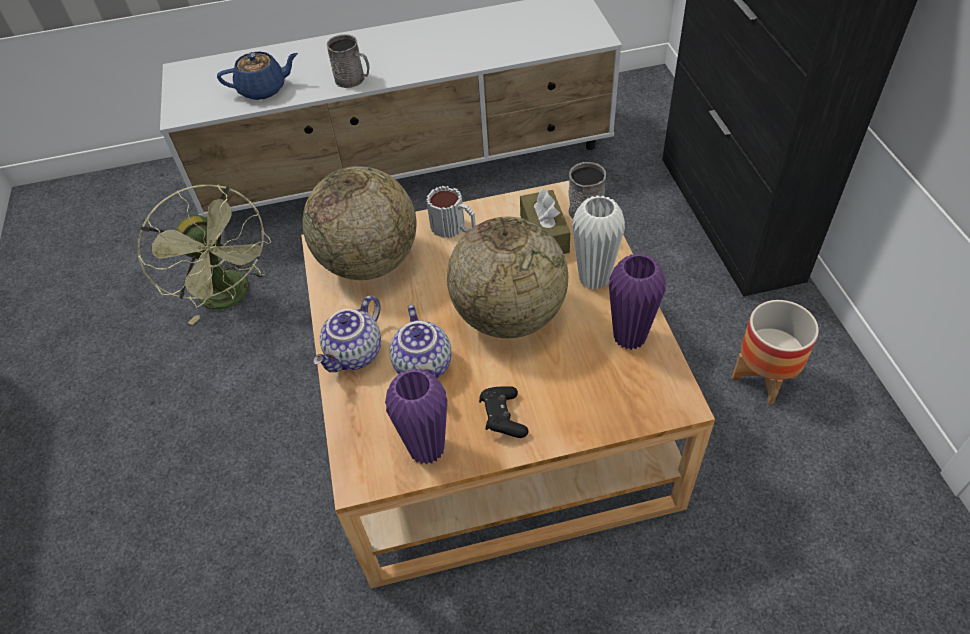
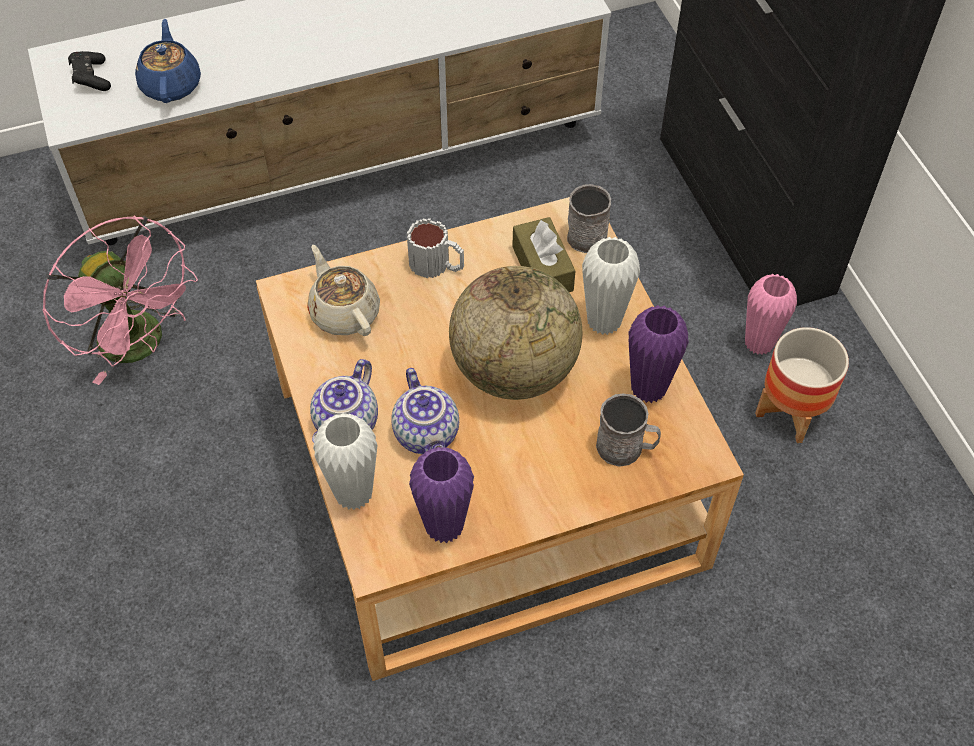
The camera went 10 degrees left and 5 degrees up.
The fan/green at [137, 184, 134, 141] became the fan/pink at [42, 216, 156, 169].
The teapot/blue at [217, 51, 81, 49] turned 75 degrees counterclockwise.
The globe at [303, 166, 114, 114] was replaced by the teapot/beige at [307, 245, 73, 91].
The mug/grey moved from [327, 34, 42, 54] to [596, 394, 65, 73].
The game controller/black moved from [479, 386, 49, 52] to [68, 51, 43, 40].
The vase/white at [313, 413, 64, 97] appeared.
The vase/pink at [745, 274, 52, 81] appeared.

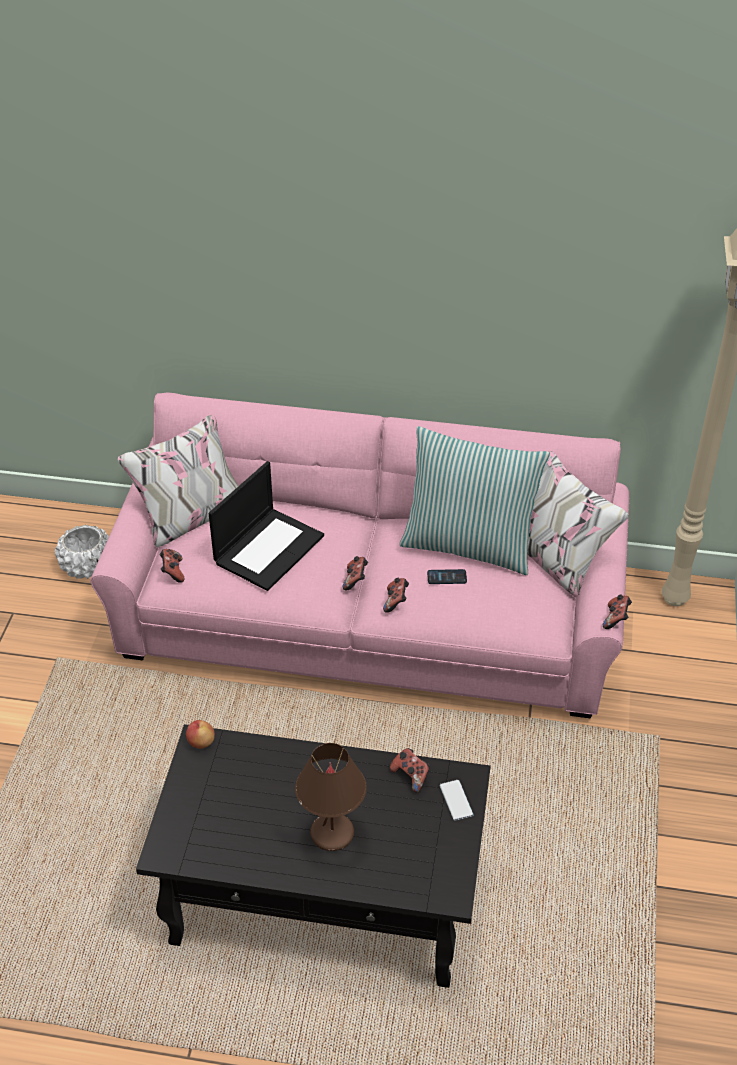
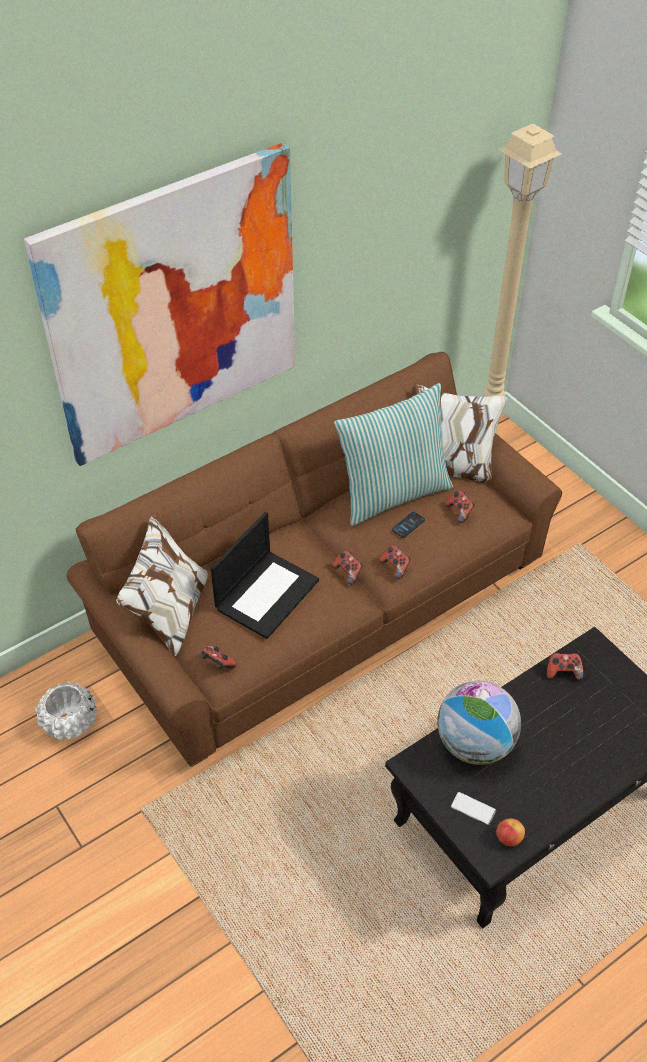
The camera went 45 degrees left and 5 degrees up.
The sofa/pink at [90, 392, 540, 326] became the sofa/brown at [67, 352, 495, 415].
The apple moved from [186, 720, 29, 29] to [496, 818, 29, 29].
The laptop at [209, 461, 115, 130] turned 45 degrees clockwise.
The table lamp/brown at [295, 743, 72, 108] disappeared.
The phone moved from [440, 780, 34, 41] to [451, 792, 45, 33].
The game controller moved from [603, 594, 29, 35] to [445, 490, 30, 33].
The picture at [24, 142, 271, 324] appeared.
The globe at [437, 681, 84, 84] appeared.

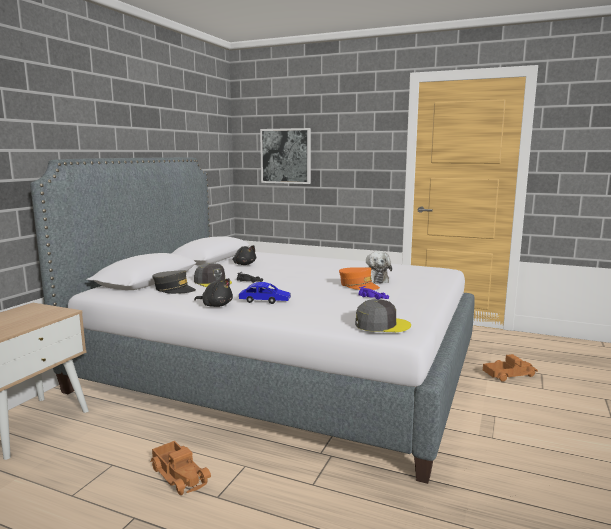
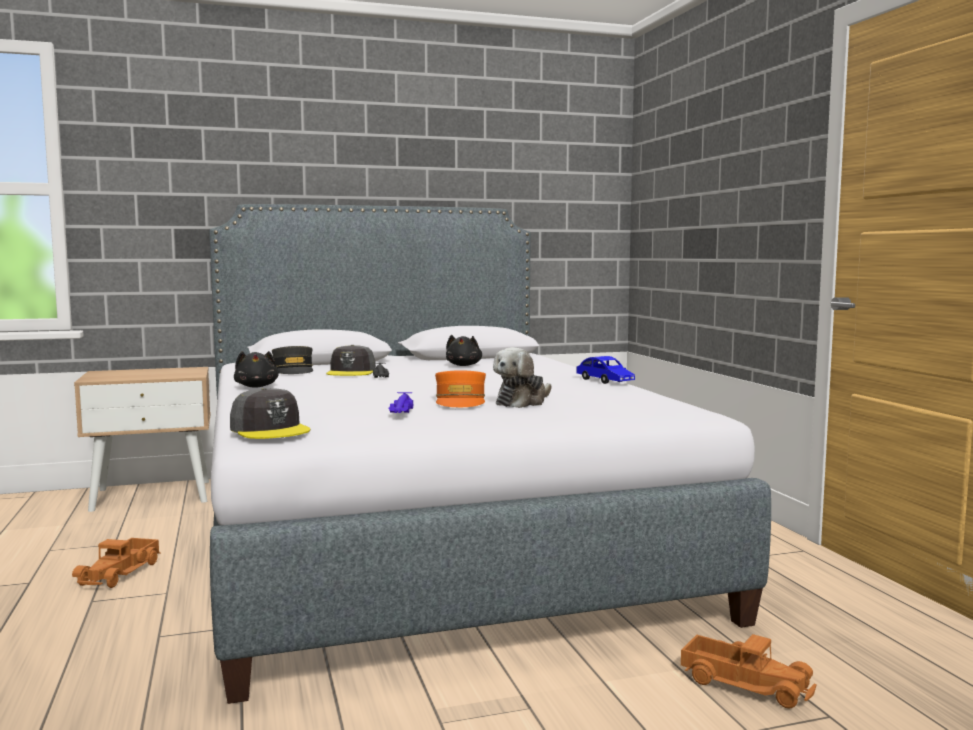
The camera went 50 degrees right and 5 degrees down.
The toy car/blue moved from [239, 282, 52, 22] to [576, 356, 59, 28].
The picture at [260, 128, 51, 56] disappeared.

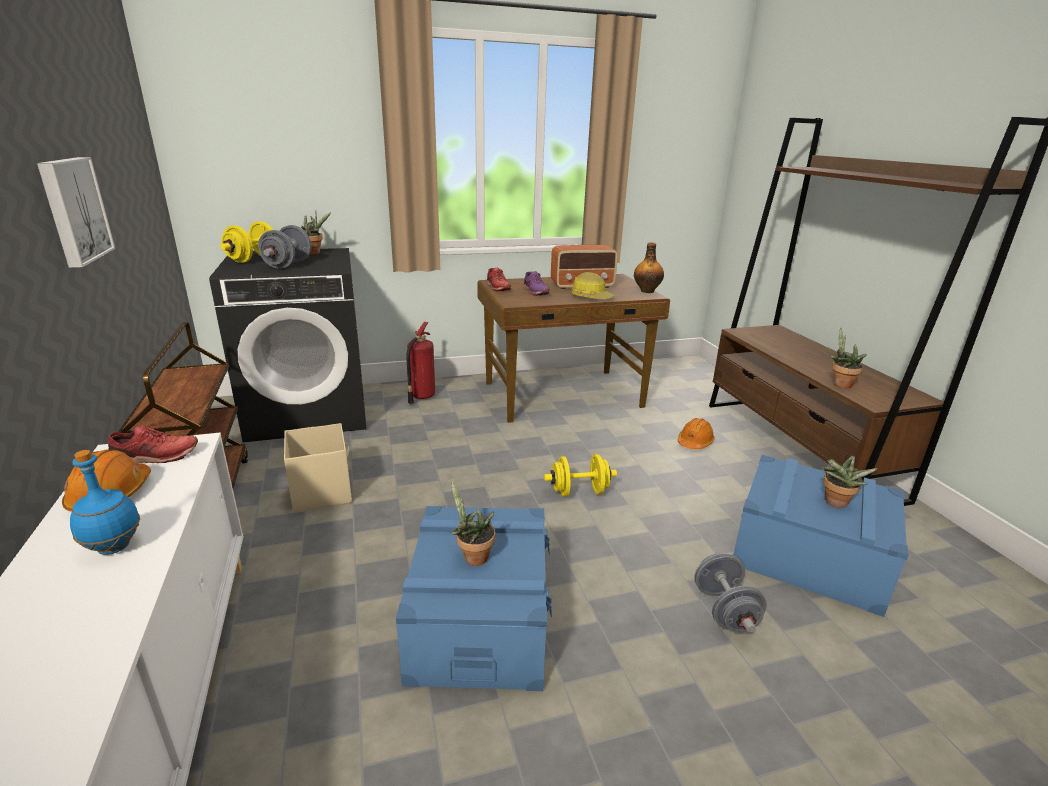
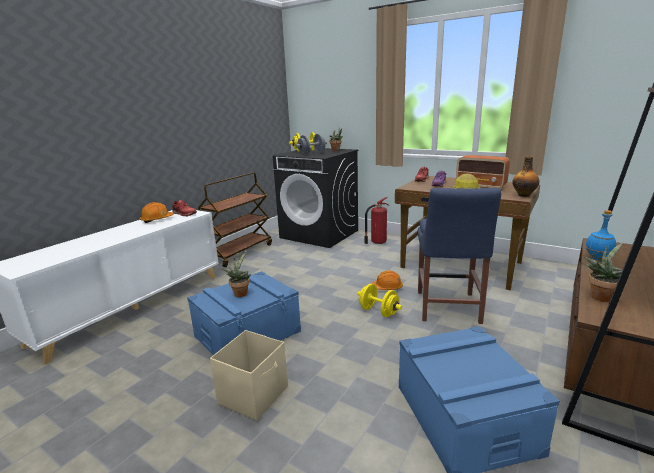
The camera went 50 degrees right and 5 degrees down.
The picture at [37, 157, 78, 111] disappeared.
The bottle/blue moved from [70, 450, 70, 105] to [585, 210, 31, 51].
The storage box/beige moved from [284, 423, 68, 90] to [210, 330, 78, 91].
The hard hat/orange moved from [677, 418, 38, 31] to [372, 271, 31, 19].
The dumbbell/grey at [694, 553, 73, 80] disappeared.
The potted plant at [823, 456, 55, 52] disappeared.
The chair/blue at [418, 188, 83, 136] appeared.

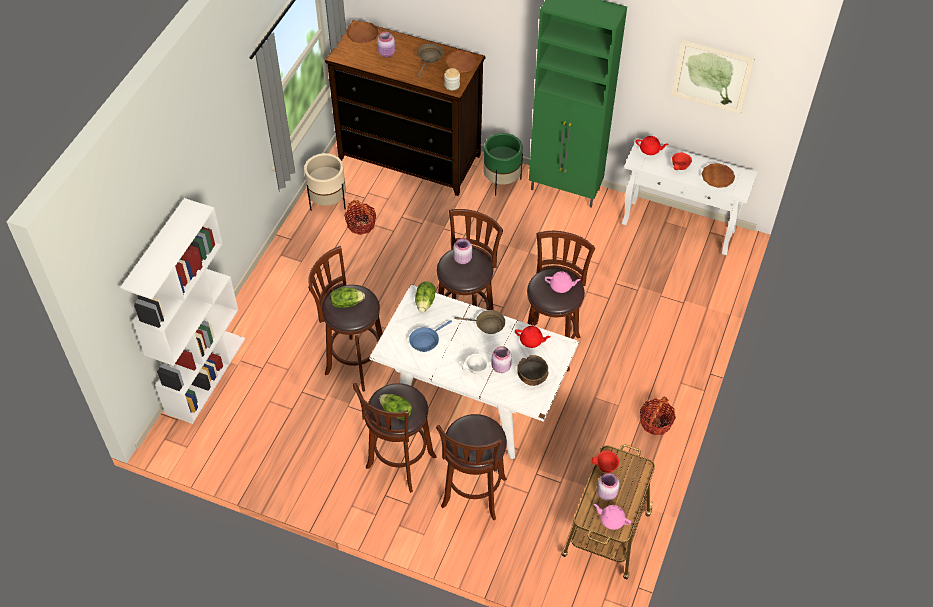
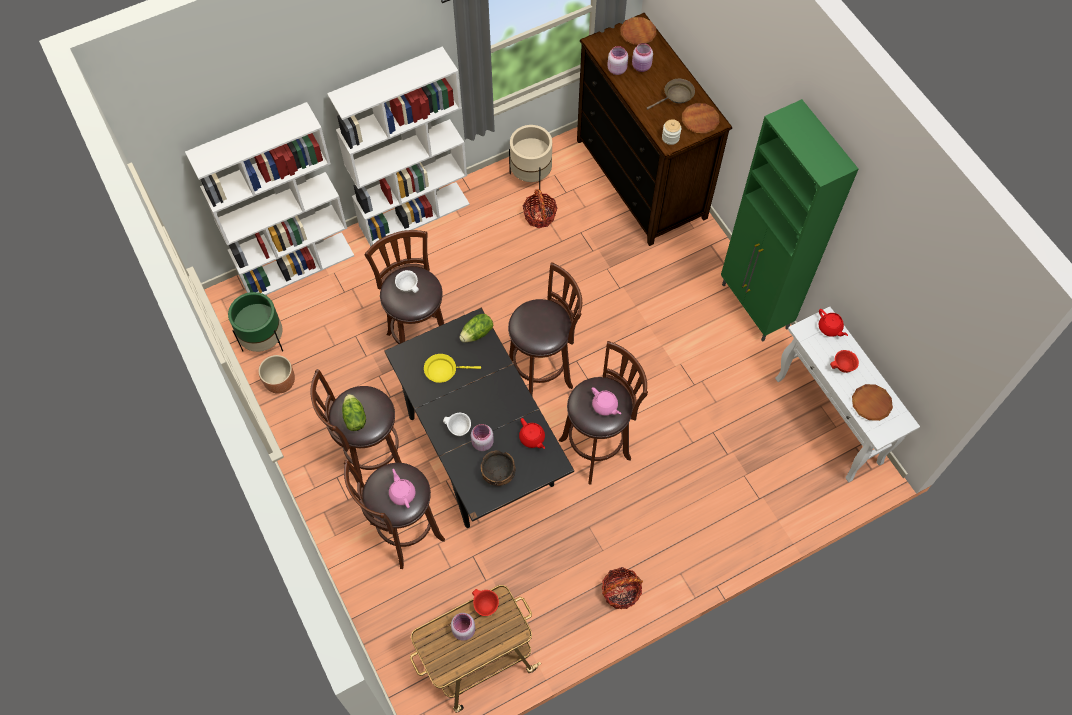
The camera went 40 degrees right and 10 degrees up.
The lettuce at [330, 287, 35, 21] was replaced by the bowl/white at [395, 270, 24, 23].
The dining table/white at [369, 284, 210, 175] became the dining table/black at [384, 308, 190, 220].
The frying pan/blue at [409, 320, 43, 32] became the frying pan/yellow at [424, 354, 57, 29].
The jar/pink moved from [453, 238, 19, 26] to [607, 46, 21, 29].
The frying pan/brown at [454, 310, 51, 24] disappeared.
The planter/green moved from [483, 133, 40, 63] to [228, 292, 55, 60].
The teapot/pink moved from [594, 504, 37, 26] to [389, 469, 26, 39].
The picture at [671, 40, 84, 74] disappeared.
The planter/brown at [258, 355, 37, 39] appeared.
The bookcase/white at [327, 46, 143, 200] appeared.

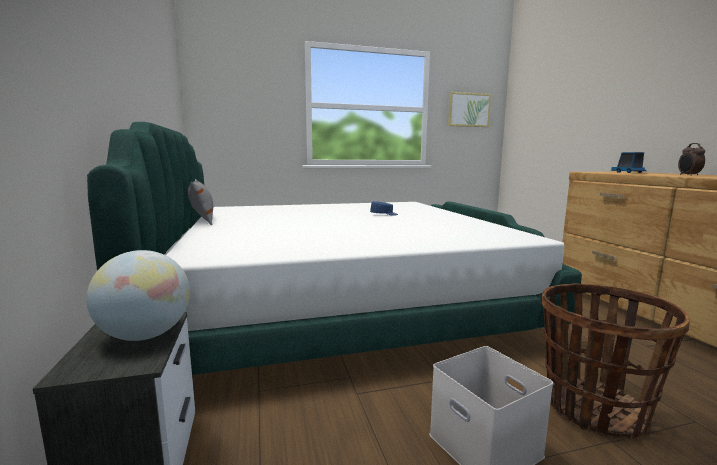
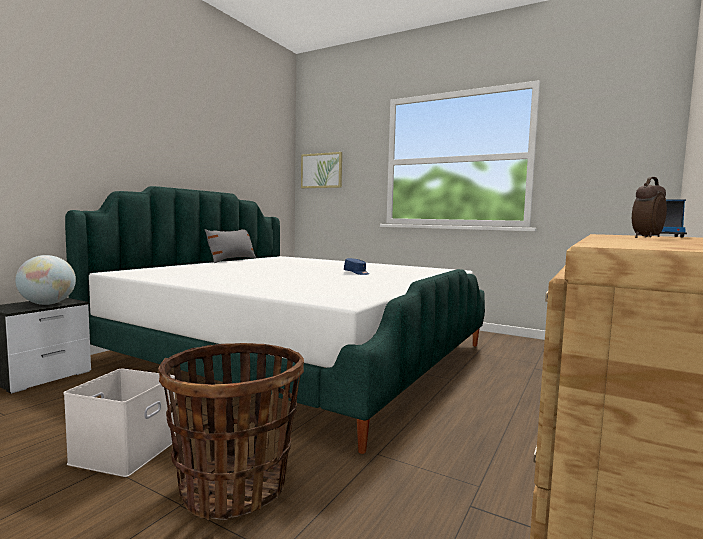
The camera went 45 degrees right and 5 degrees down.
The picture moved from [448, 92, 43, 35] to [301, 152, 41, 36].

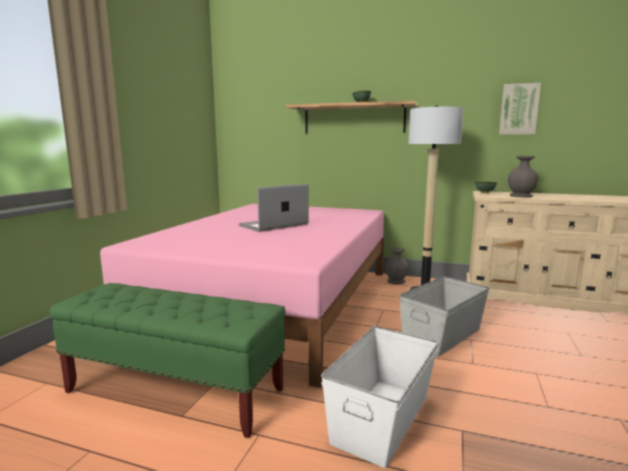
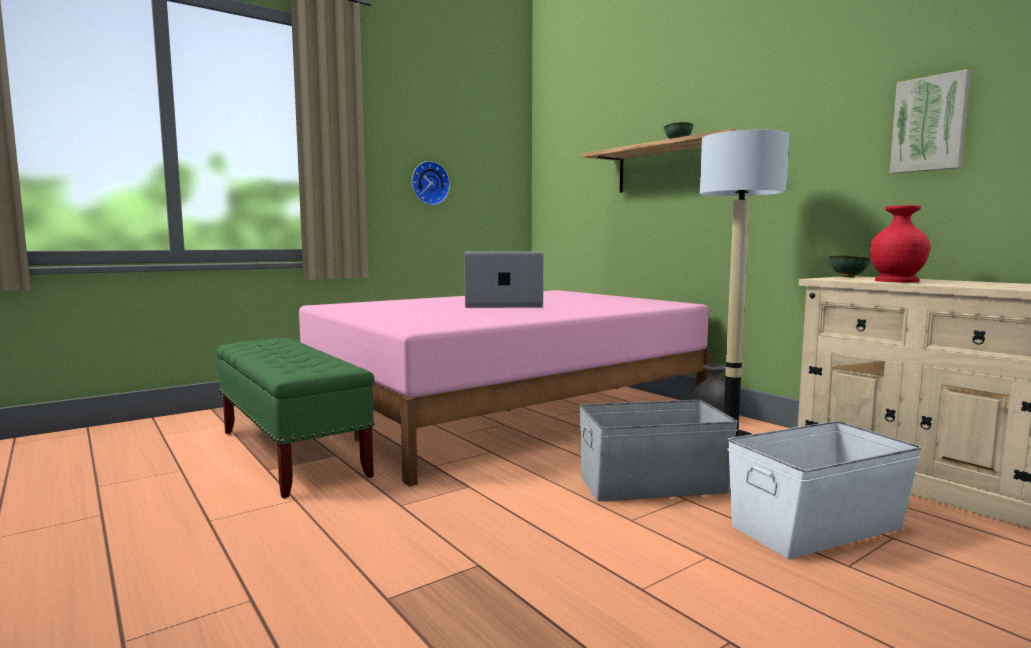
The camera went 35 degrees right and 5 degrees down.
The storage box/white moved from [321, 326, 118, 142] to [727, 421, 195, 138].
The vase/grey at [508, 156, 31, 42] became the vase/red at [870, 205, 60, 78].
The wall clock at [412, 161, 38, 44] appeared.

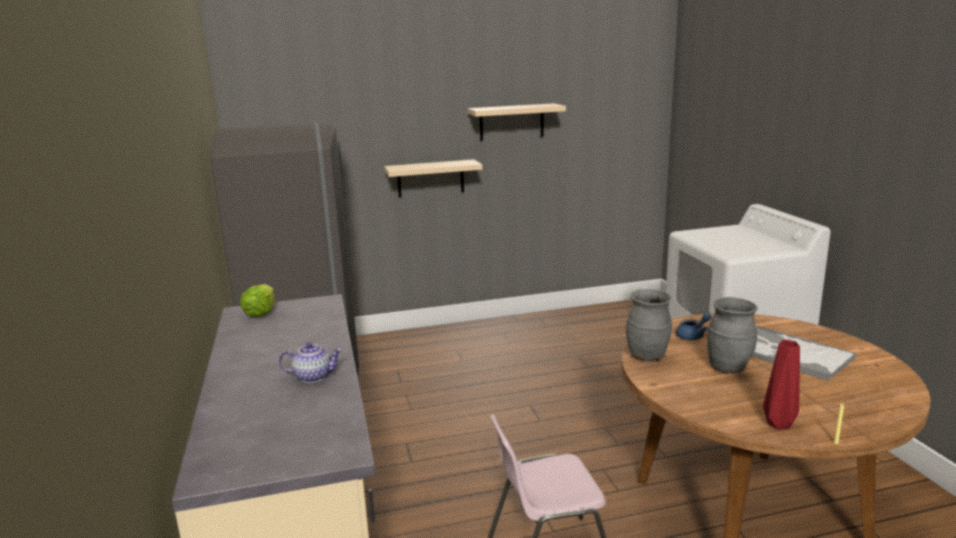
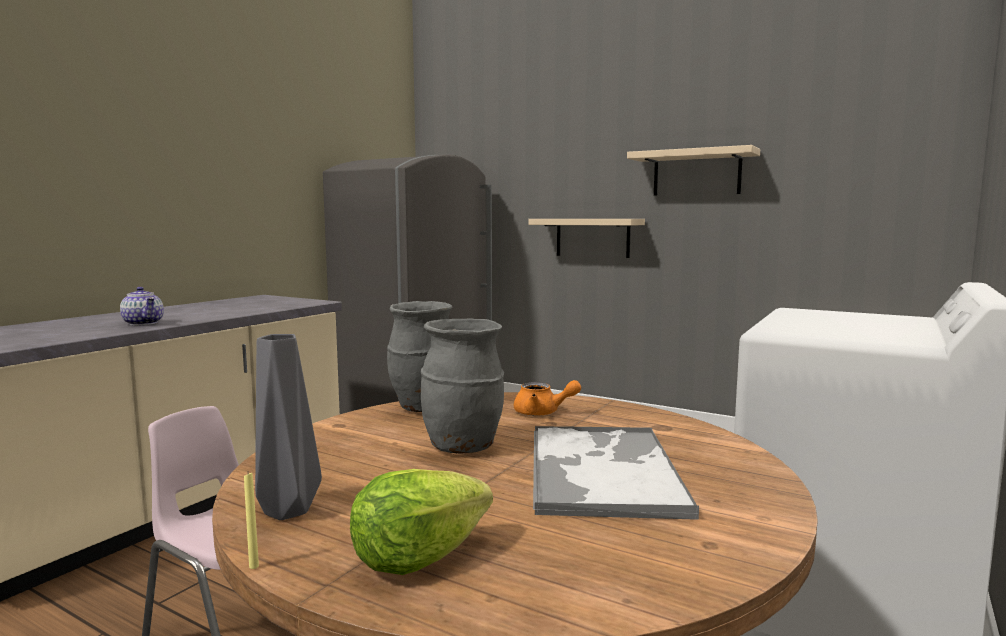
The camera went 45 degrees right and 10 degrees down.
The lettuce moved from [240, 284, 34, 33] to [350, 469, 143, 106].
The teapot/blue at [676, 313, 35, 27] became the teapot/orange at [514, 380, 67, 36].
The vase/red at [763, 340, 37, 90] became the vase/grey at [255, 334, 67, 186].

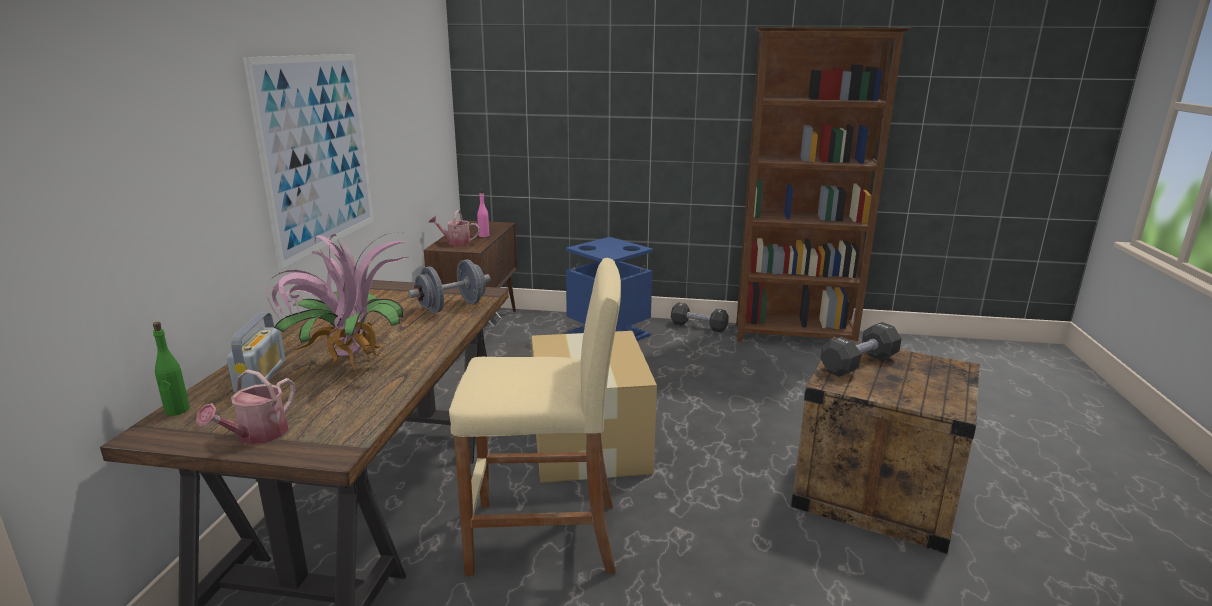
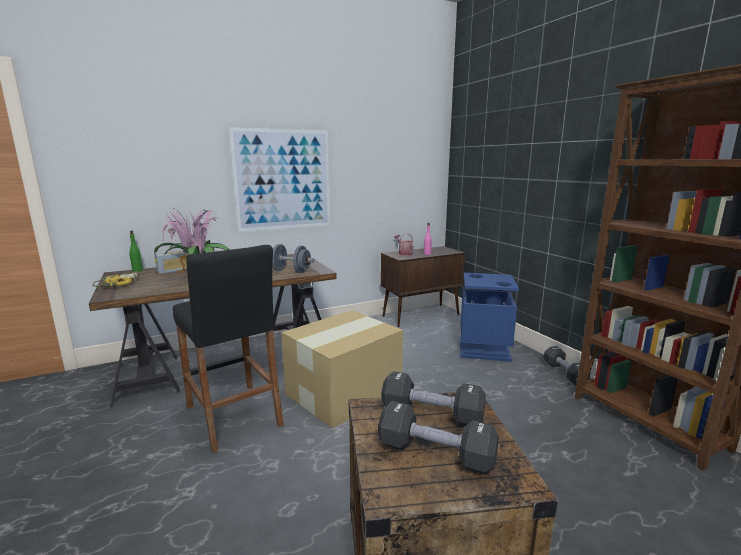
The camera went 55 degrees right and 5 degrees down.
The watering can at [196, 369, 99, 75] was replaced by the power drill at [93, 271, 46, 16].
The stool/beige at [449, 258, 172, 319] became the stool/black at [173, 245, 111, 208].
The dumbbell/black at [378, 401, 121, 73] appeared.

